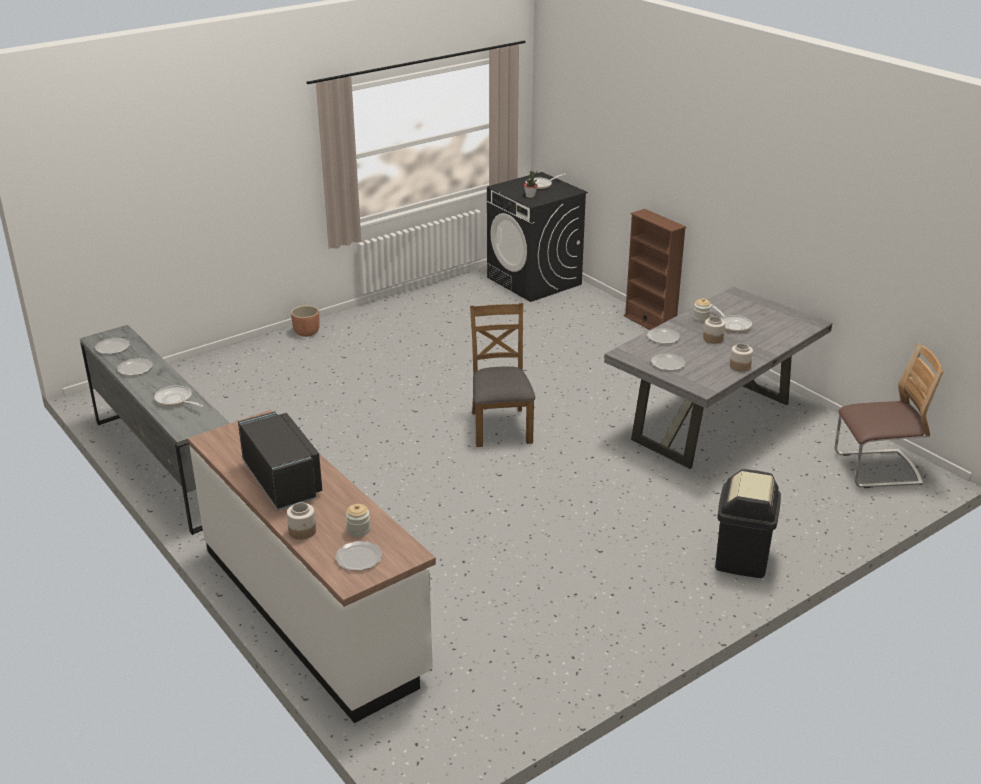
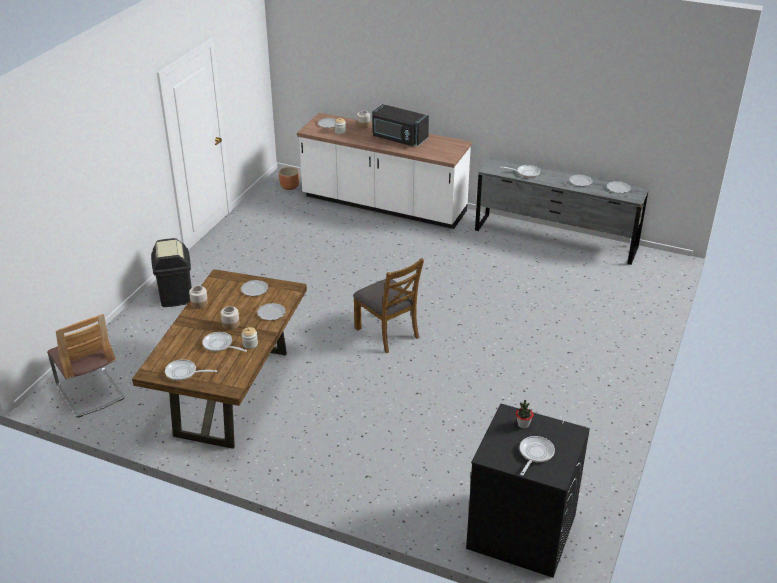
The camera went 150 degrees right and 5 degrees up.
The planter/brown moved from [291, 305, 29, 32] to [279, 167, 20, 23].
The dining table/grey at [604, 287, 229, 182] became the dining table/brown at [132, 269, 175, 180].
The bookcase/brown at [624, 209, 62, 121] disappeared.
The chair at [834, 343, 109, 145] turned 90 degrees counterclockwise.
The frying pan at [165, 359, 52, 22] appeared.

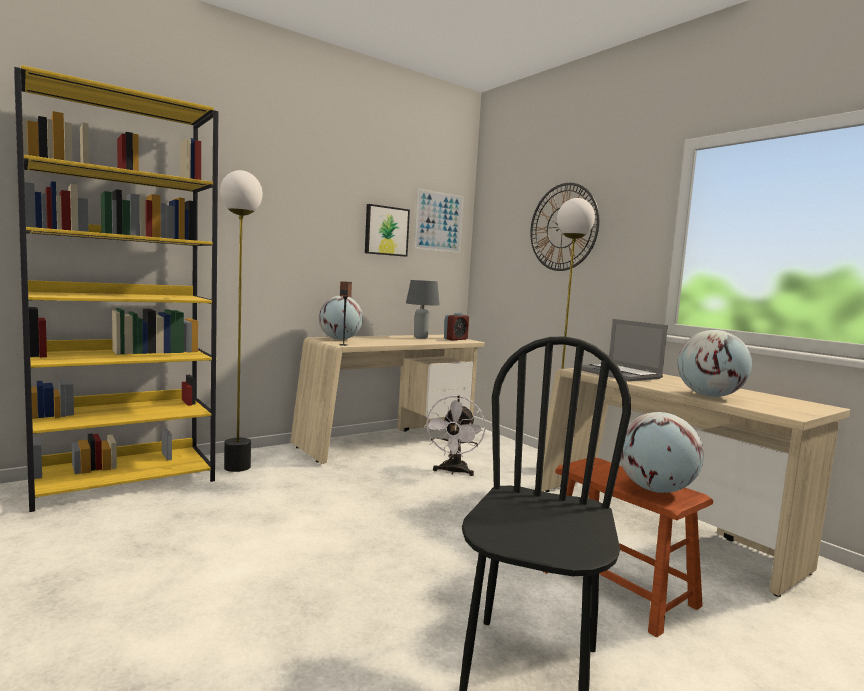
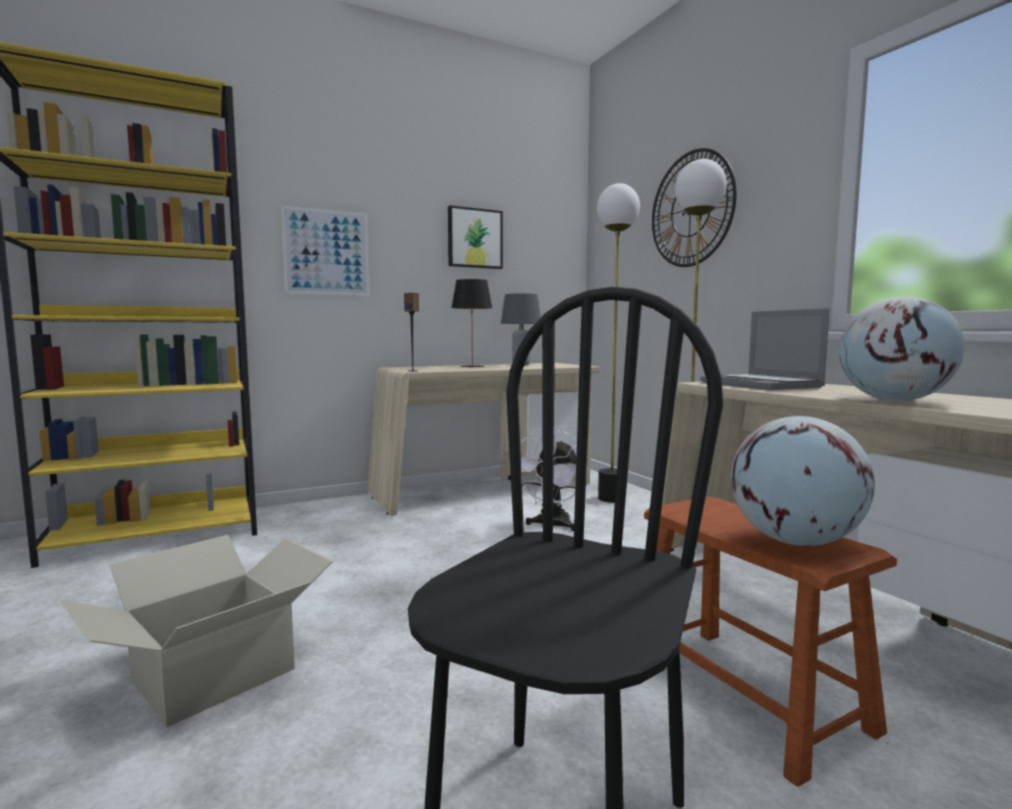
The camera went 10 degrees right and 0 degrees up.
The floor lamp moved from [220, 170, 42, 302] to [597, 183, 43, 320].
The globe at [319, 296, 44, 44] disappeared.
The picture moved from [414, 188, 50, 65] to [281, 206, 89, 90].
The alarm clock at [444, 312, 25, 28] disappeared.
The cardboard box at [60, 535, 273, 192] appeared.
The table lamp/black at [451, 279, 41, 88] appeared.

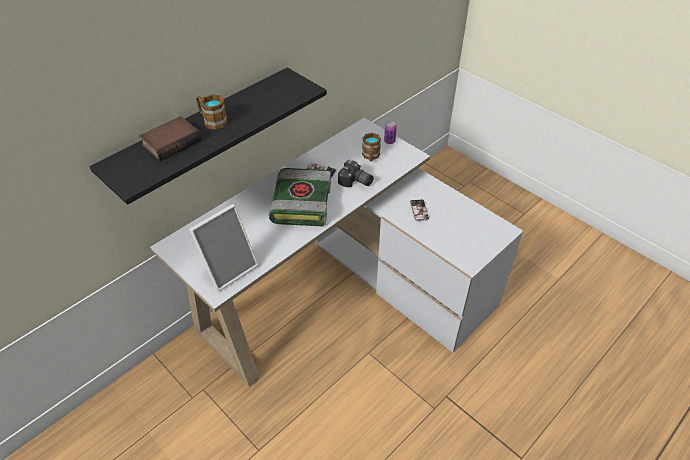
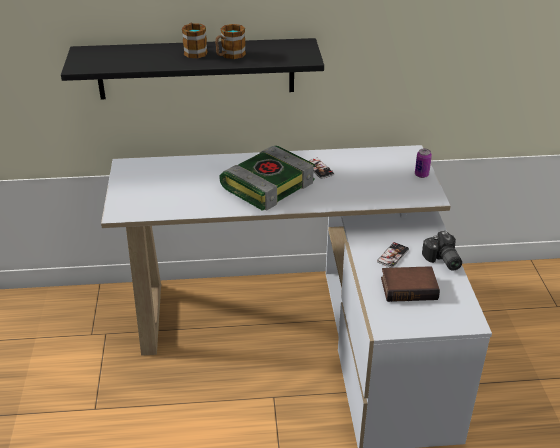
The camera went 40 degrees right and 10 degrees down.
The book moved from [139, 116, 62, 45] to [381, 266, 59, 36].
The picture frame at [189, 204, 70, 88] disappeared.
The photo camera moved from [338, 160, 35, 27] to [422, 231, 40, 40].
The mug moved from [362, 133, 19, 28] to [215, 24, 31, 35].

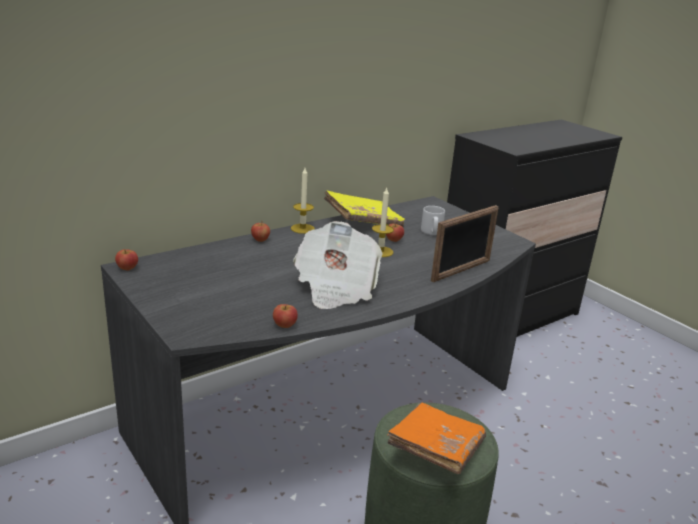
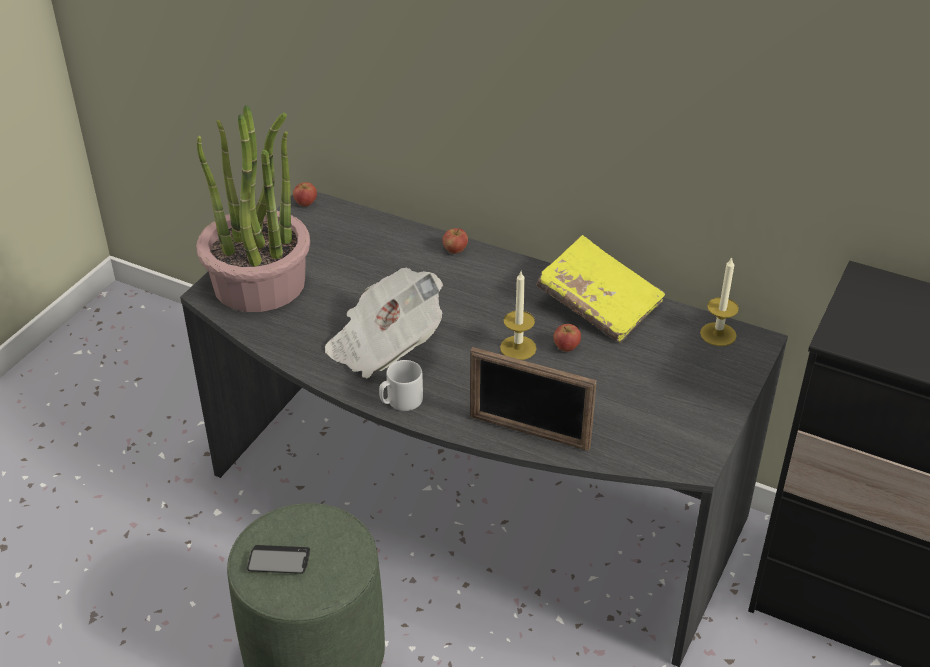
The camera went 65 degrees right and 15 degrees up.
The apple at [273, 304, 25, 24] disappeared.
The candle moved from [291, 168, 24, 66] to [700, 257, 39, 89].
The book/orange at [387, 402, 99, 72] was replaced by the phone at [247, 545, 63, 29].
The mug/grey moved from [421, 206, 24, 29] to [379, 360, 44, 51].
The potted plant at [196, 105, 114, 207] appeared.

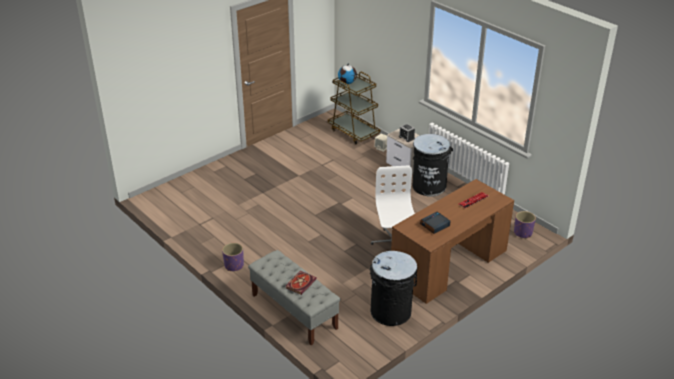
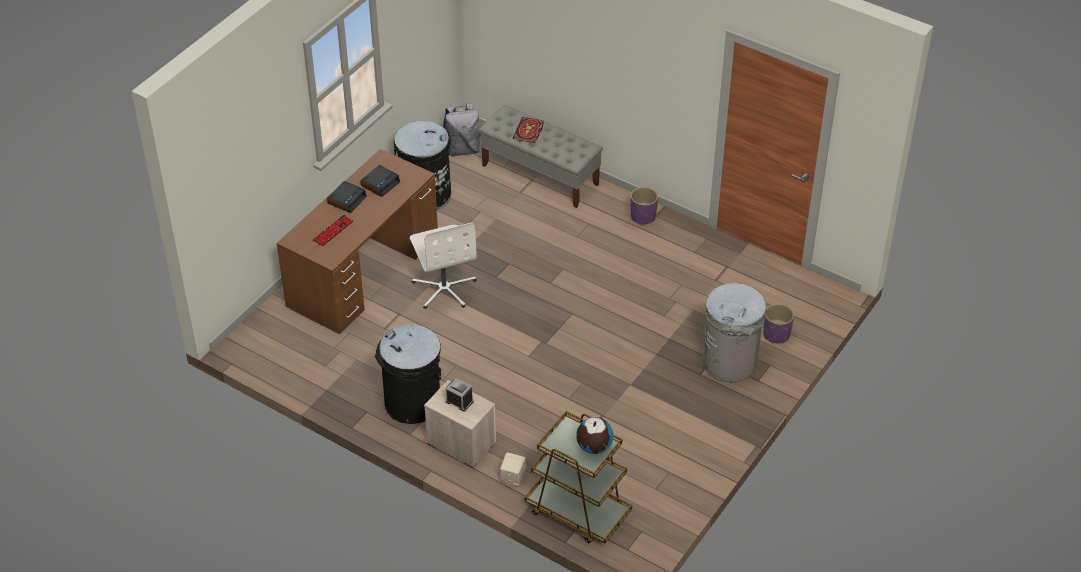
The camera went 165 degrees right and 10 degrees up.
The planter/purple moved from [514, 211, 22, 28] to [763, 303, 31, 41].
The alarm clock at [327, 181, 40, 32] appeared.
The backpack/grey at [443, 103, 37, 53] appeared.
The trash can/grey at [703, 283, 64, 99] appeared.

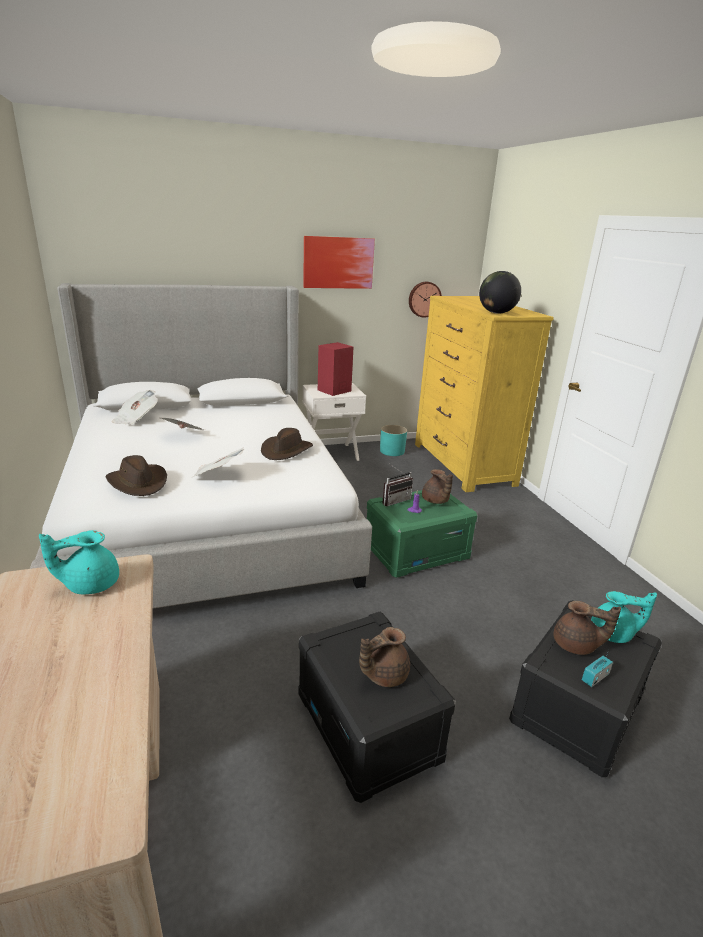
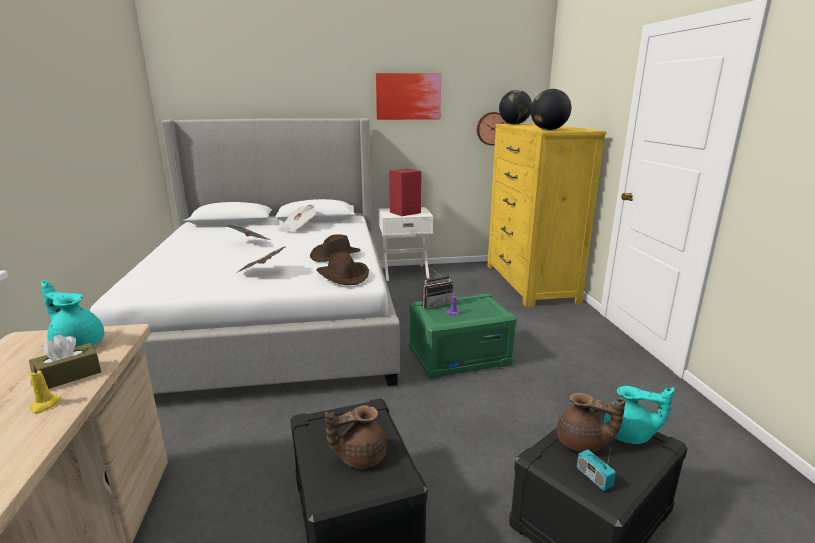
The camera went 10 degrees right and 5 degrees down.
The teapot/turquoise at [39, 530, 80, 64] turned 45 degrees clockwise.
The hat/brown moved from [106, 455, 61, 41] to [316, 252, 53, 33].
The newspaper moved from [112, 390, 46, 34] to [278, 204, 38, 28].
The planter/turquoise at [380, 425, 27, 31] disappeared.
The teapot/brown at [422, 469, 31, 35] disappeared.
The radio at [582, 647, 31, 40] turned 90 degrees counterclockwise.
The tissue box/brown at [29, 335, 72, 54] appeared.
The candle/yellow at [29, 364, 32, 50] appeared.
The globe at [499, 90, 33, 34] appeared.

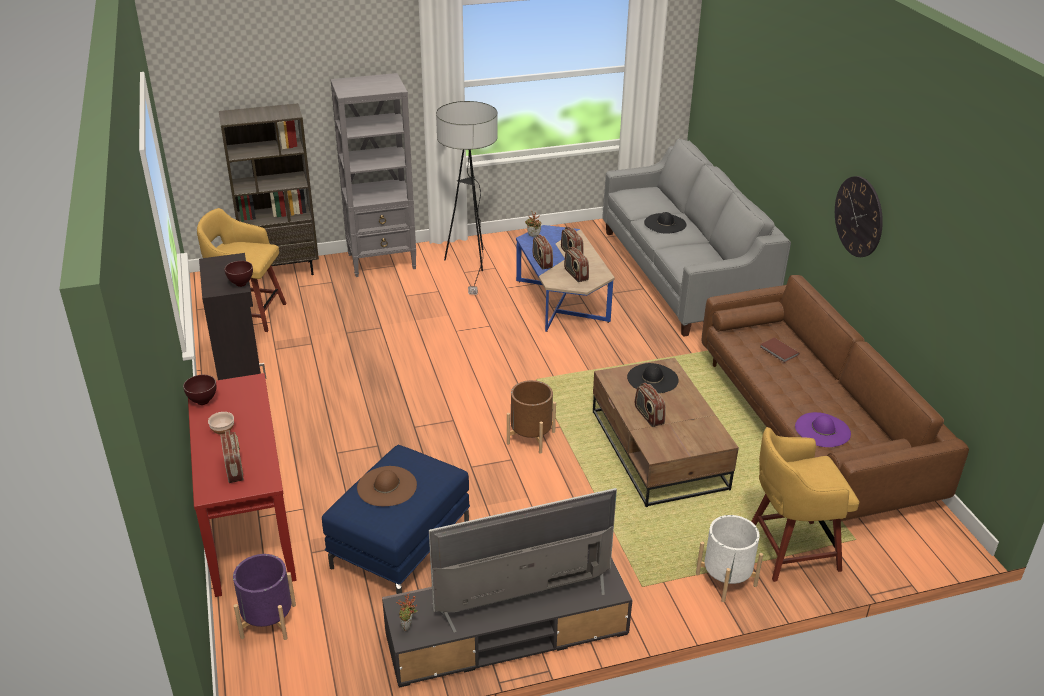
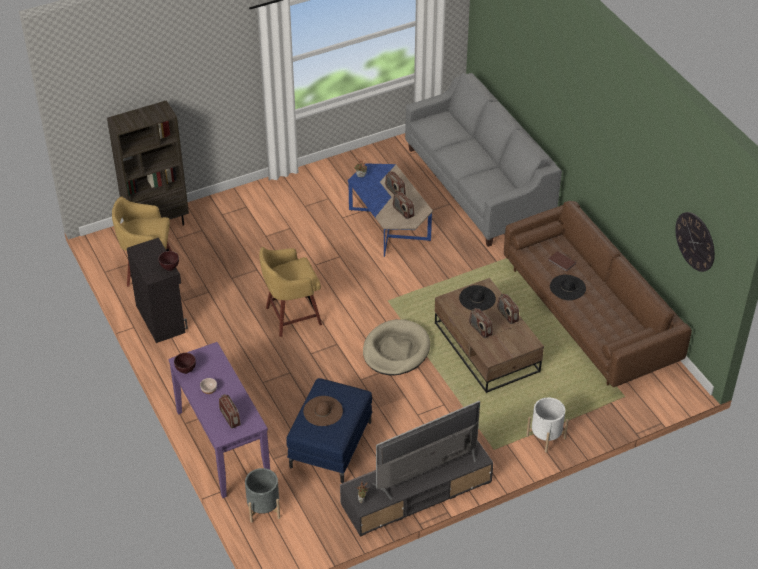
The camera went 10 degrees left and 10 degrees up.
The console table/red at [188, 373, 109, 224] became the console table/purple at [168, 342, 102, 156].
The planter/purple at [233, 554, 63, 86] became the planter/grey at [245, 468, 35, 55].
The bookcase/grey at [330, 73, 86, 204] disappeared.
The floor lamp at [436, 101, 62, 194] disappeared.
The planter/brown at [507, 380, 49, 74] was replaced by the dog bed/beige at [363, 319, 67, 57].
The radio moved from [533, 235, 20, 34] to [497, 294, 22, 30].
The hat/black moved from [644, 212, 42, 22] to [550, 275, 36, 25].
The stool/yellow moved from [751, 427, 108, 155] to [259, 247, 63, 90].
The hat/purple at [795, 412, 56, 35] disappeared.
The wall clock moved from [835, 176, 48, 81] to [675, 212, 40, 60].

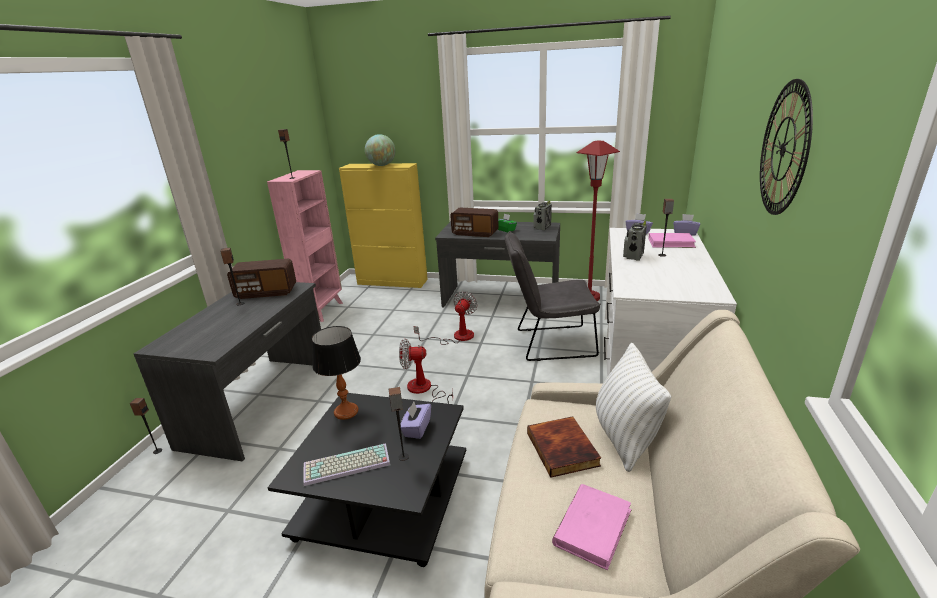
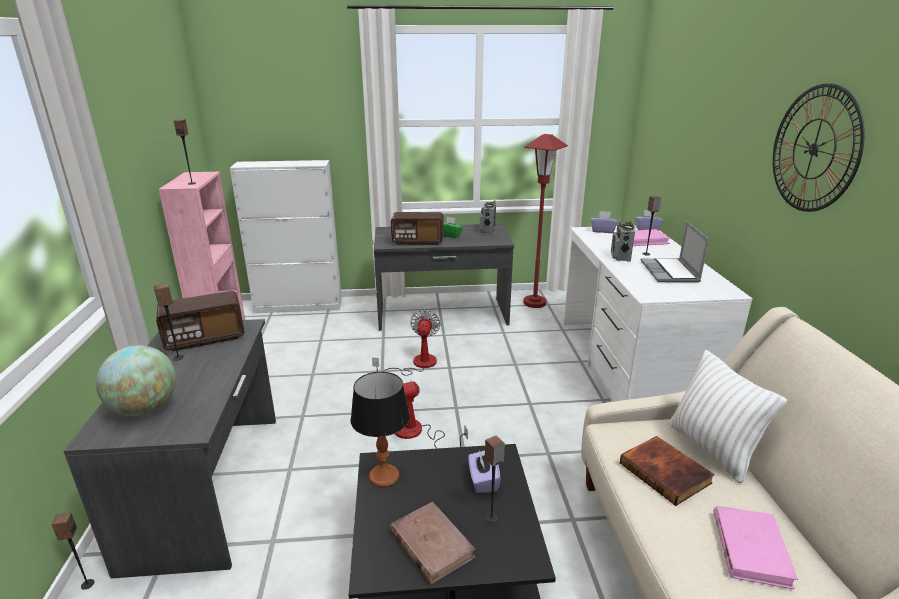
The camera went 20 degrees left and 0 degrees up.
The keyboard at [303, 443, 87, 43] was replaced by the book/brown at [390, 502, 85, 82].
The cabinet/yellow at [339, 163, 89, 125] became the cabinet/white at [230, 160, 112, 153].
The globe moved from [365, 134, 30, 32] to [96, 345, 80, 71].
The chair/grey at [505, 231, 96, 130] disappeared.
The laptop at [641, 221, 68, 61] appeared.

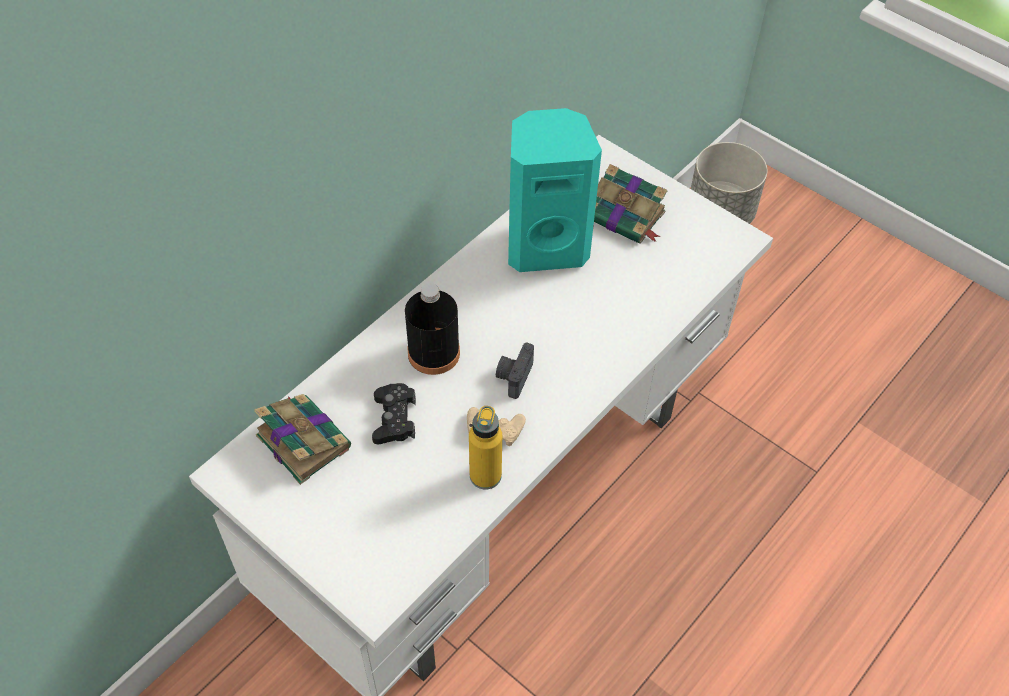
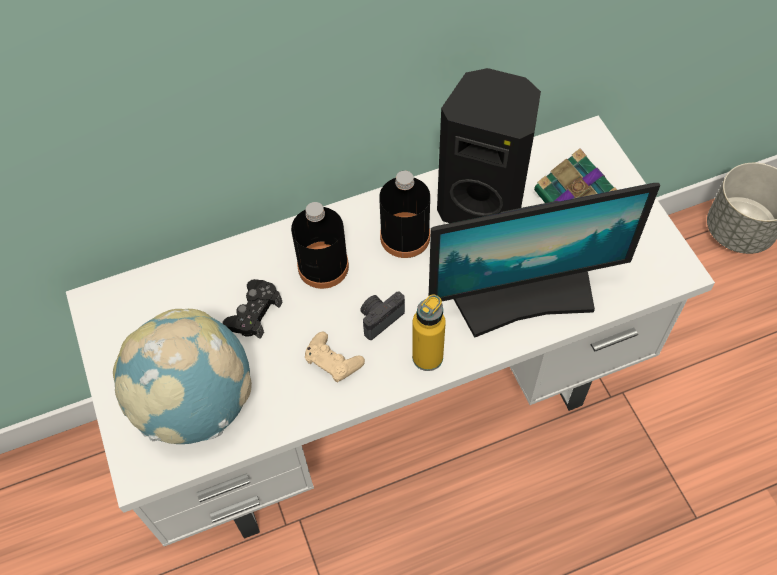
The camera went 30 degrees right and 5 degrees up.
The book at [254, 394, 97, 91] disappeared.
The bottle/yellow moved from [469, 406, 33, 84] to [412, 294, 34, 77].
The speaker/turquoise at [508, 108, 94, 164] became the speaker/black at [437, 68, 104, 155].
The globe at [113, 309, 139, 135] appeared.
The bottle/black at [379, 170, 51, 88] appeared.
The monitor at [429, 183, 231, 155] appeared.

